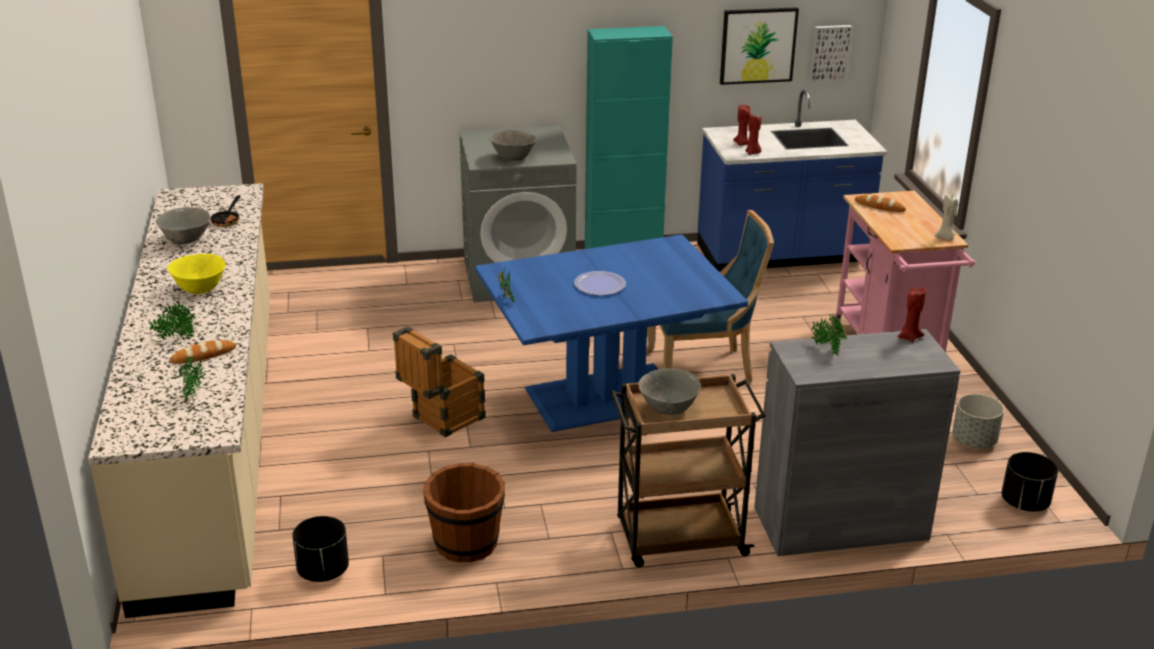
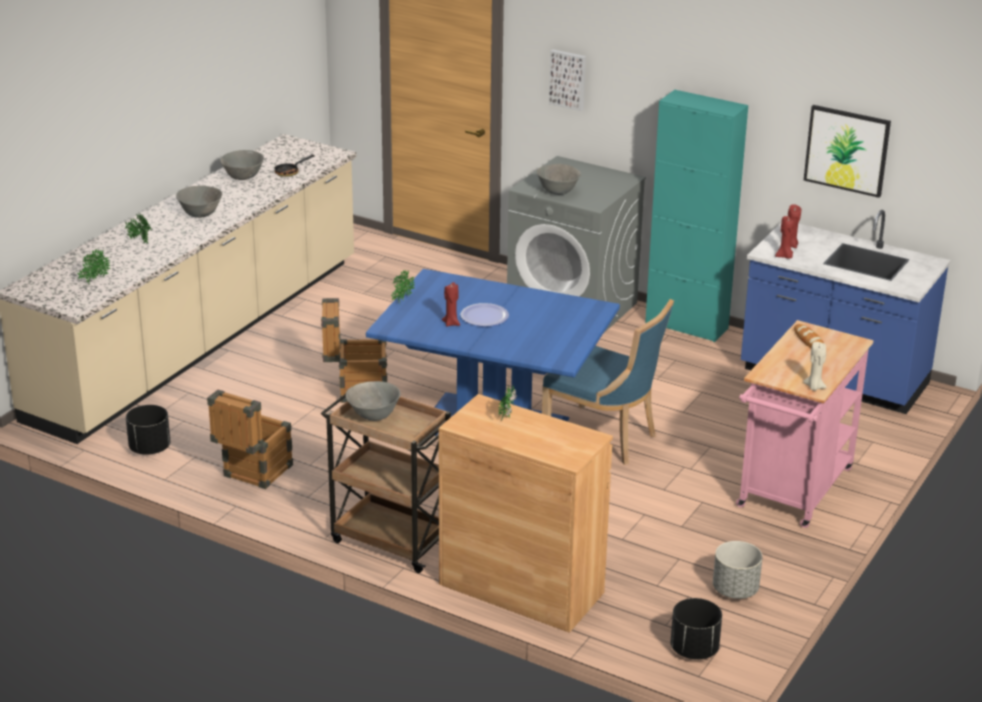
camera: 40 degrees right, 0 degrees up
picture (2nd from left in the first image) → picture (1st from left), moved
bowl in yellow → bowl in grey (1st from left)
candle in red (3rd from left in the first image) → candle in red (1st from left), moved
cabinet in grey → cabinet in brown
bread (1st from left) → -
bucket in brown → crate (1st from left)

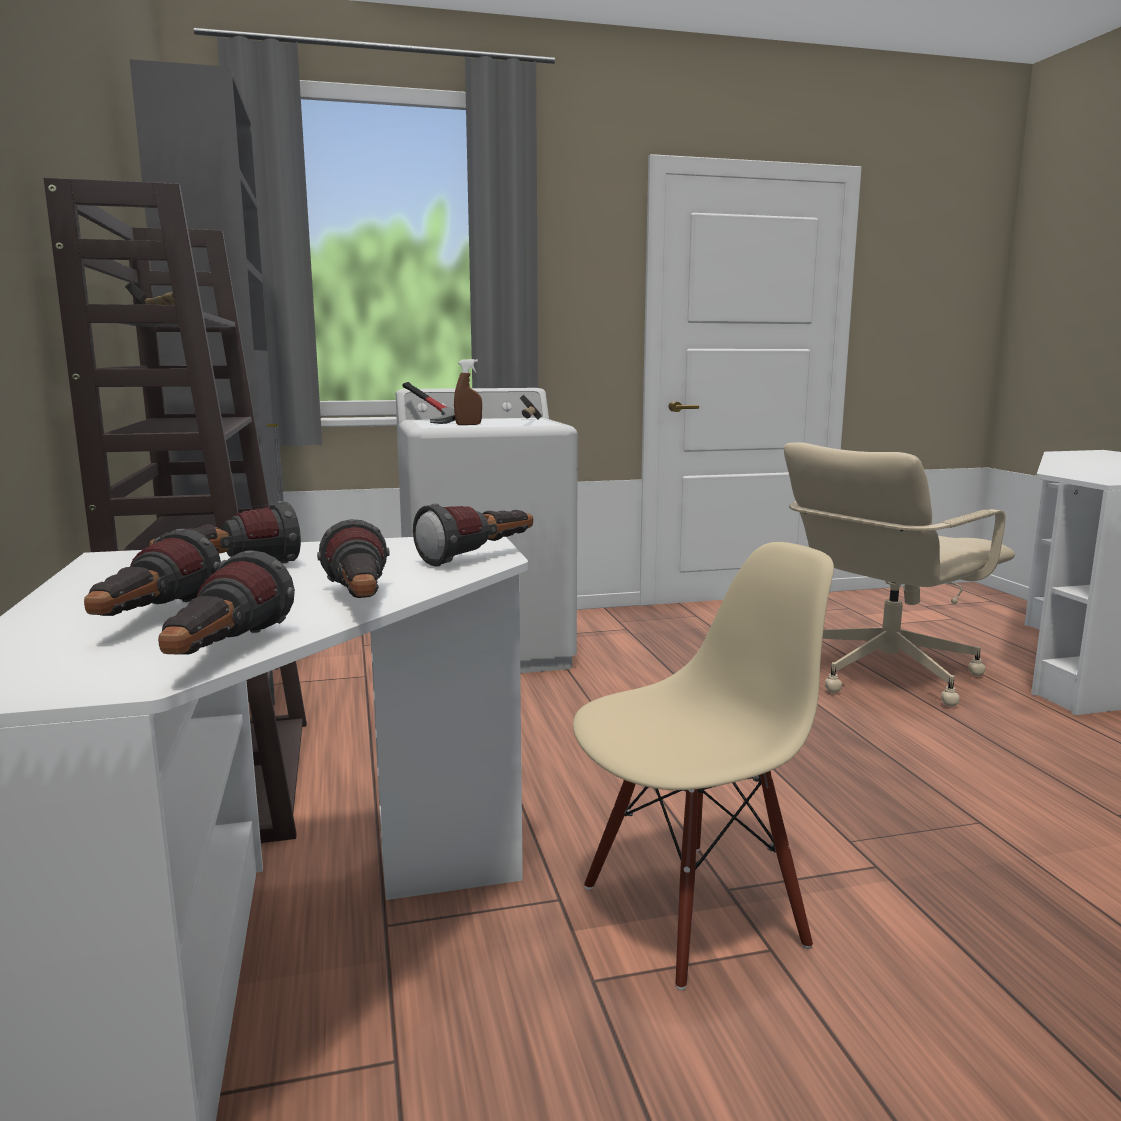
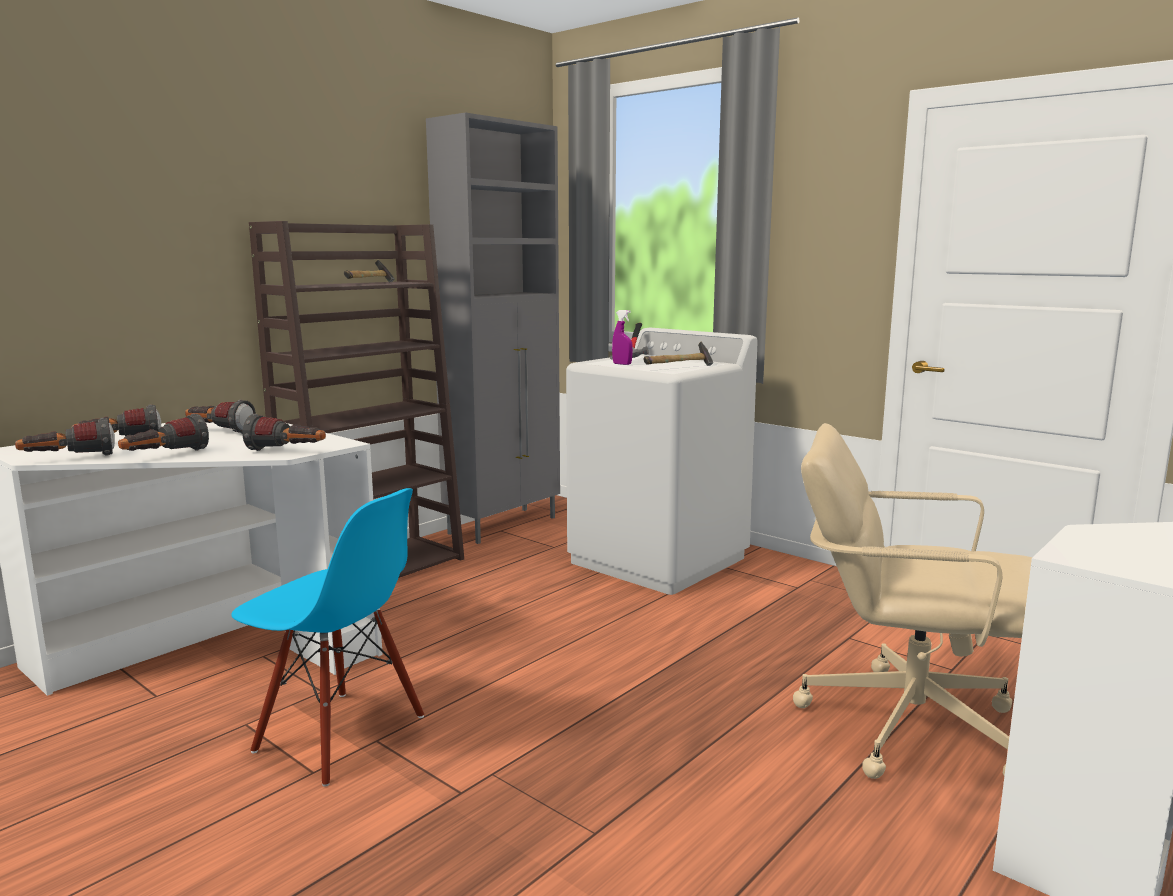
camera: 55 degrees right, 0 degrees up
spray bottle in brown → spray bottle in purple
chair in beige → chair in blue

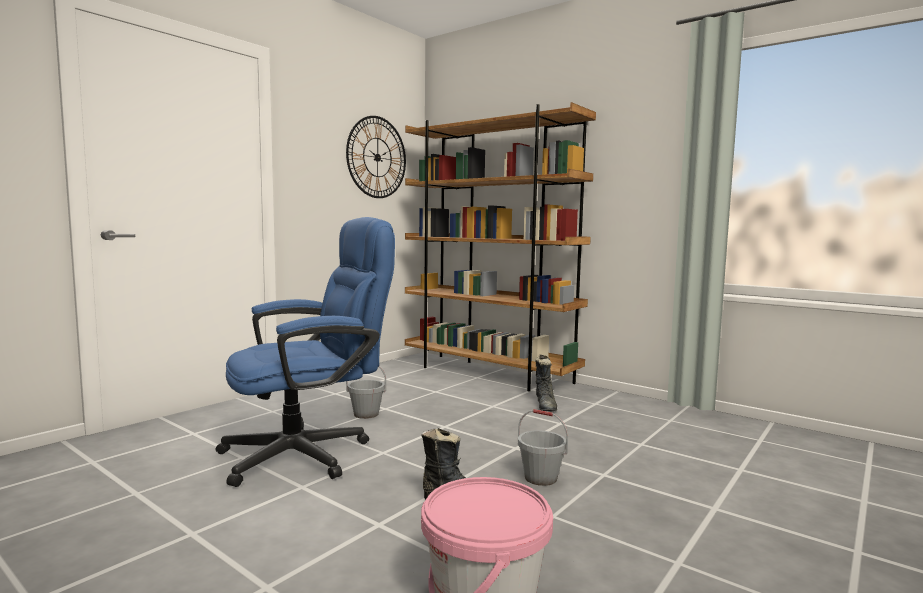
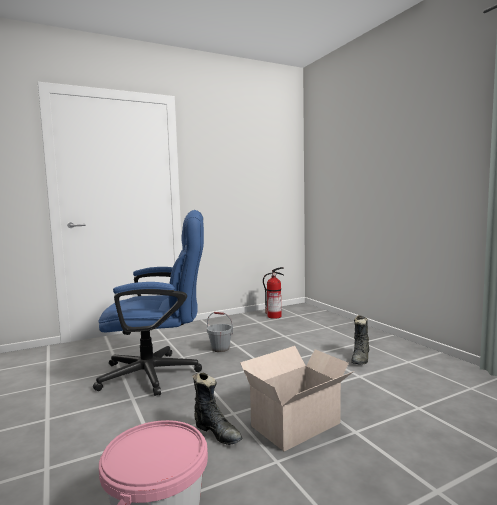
camera: 25 degrees right, 0 degrees up
bookcase in brown → -
wall clock → -
bucket in grey (2nd from left) → cardboard box
- → fire extinguisher

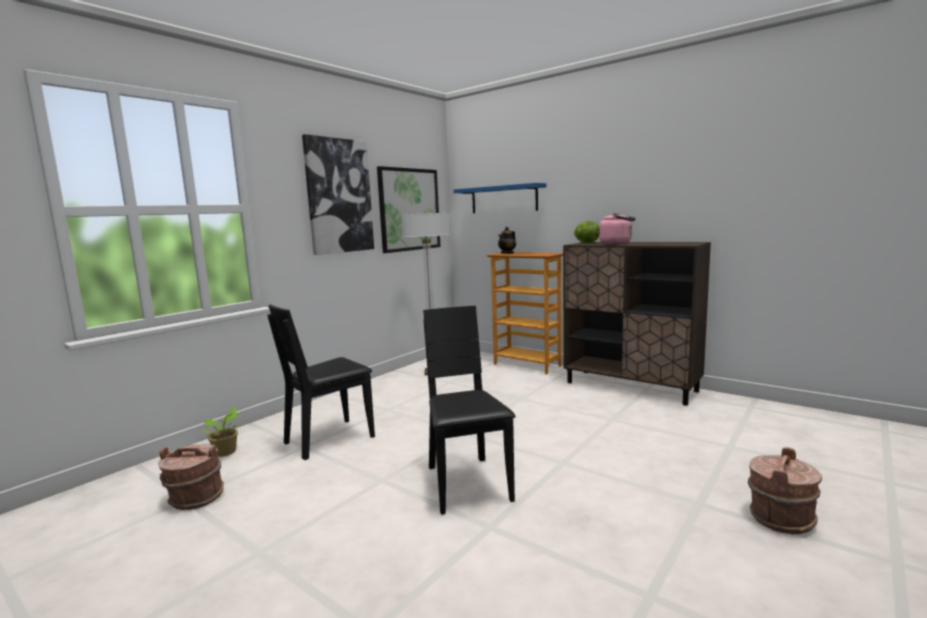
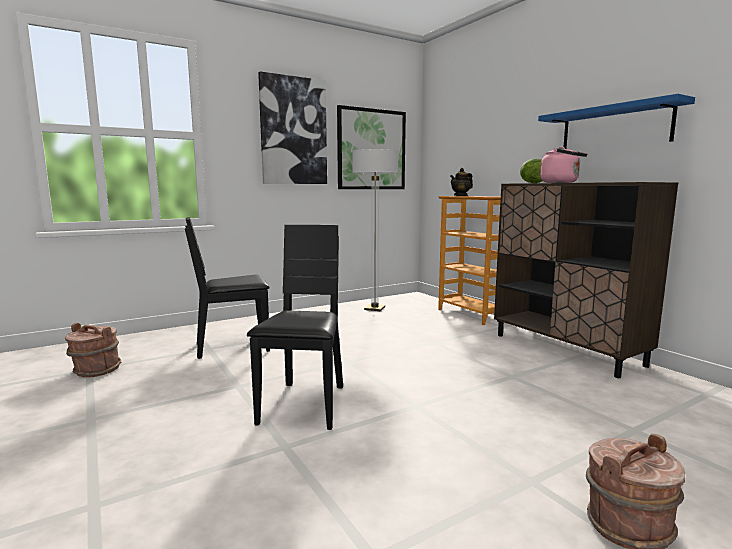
camera: 20 degrees right, 0 degrees up
shelf in blue, moved
potted plant → -

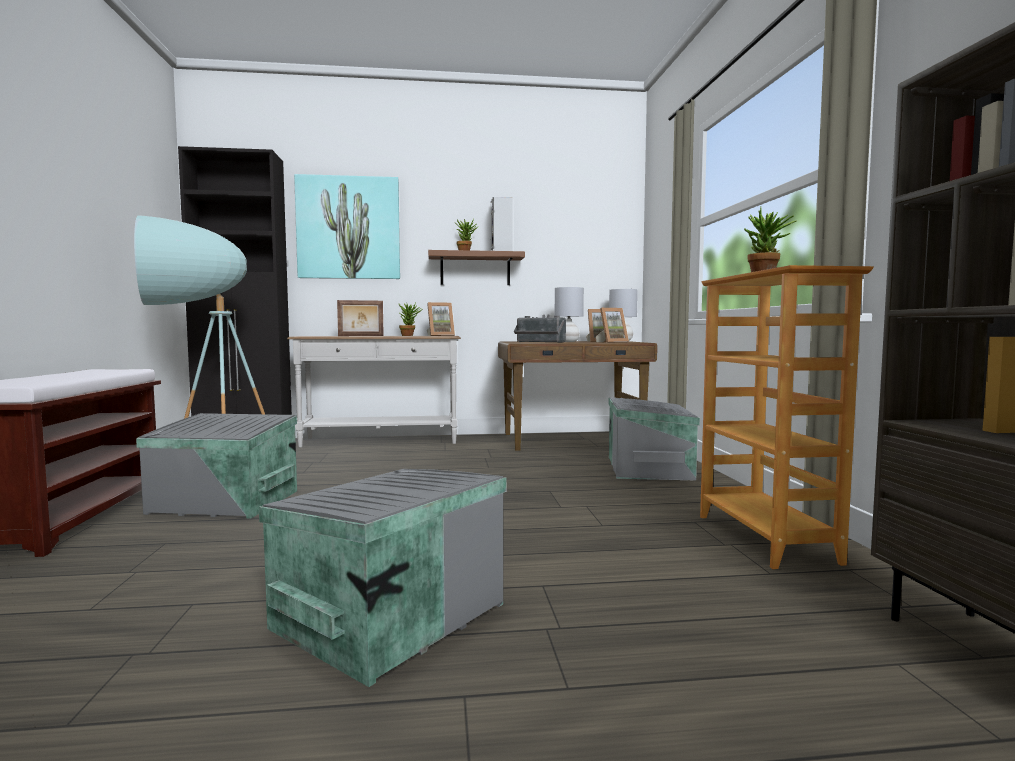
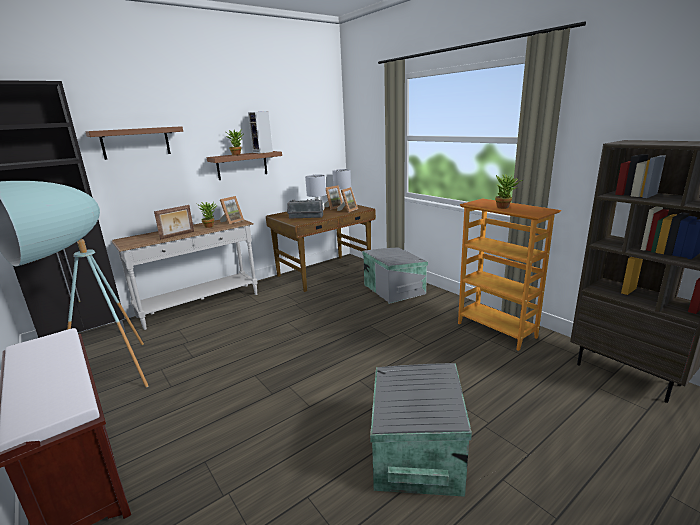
camera: 30 degrees left, 15 degrees up
picture → shelf in brown (1st from left)
storage box in grey (1st from left) → -

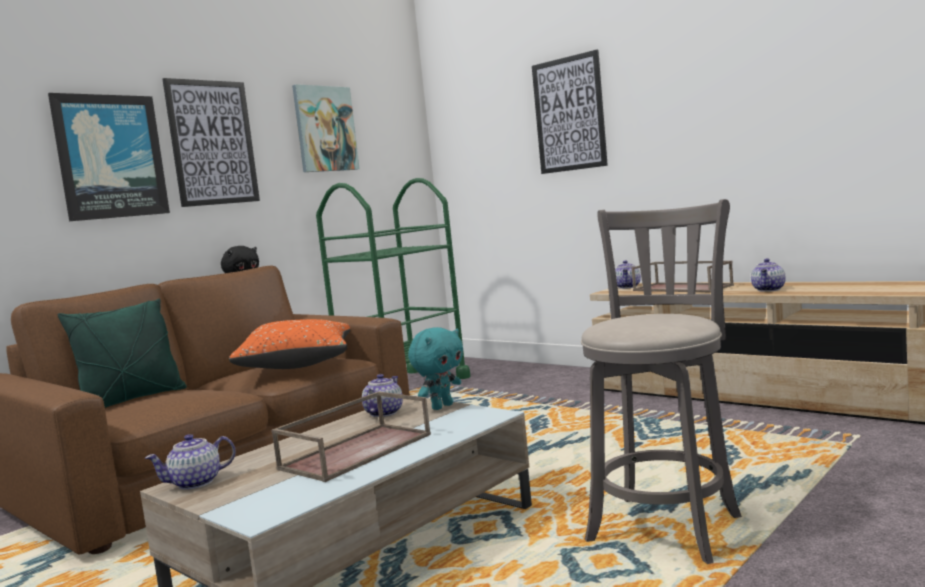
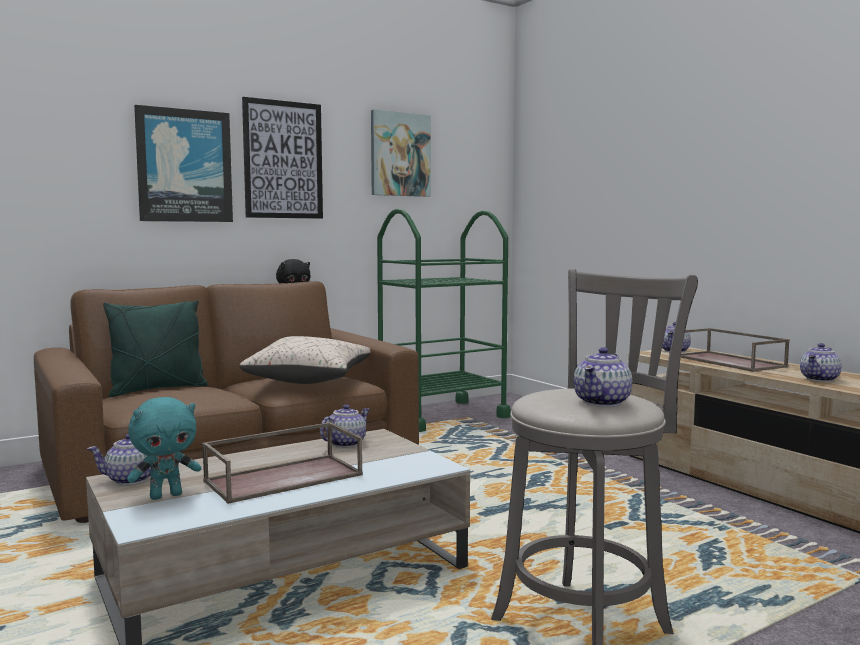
camera: 15 degrees right, 0 degrees up
picture (4th from left) → -
pillow in orange → pillow in beige
plush toy in turquoise, moved
- → teapot (3rd from left)

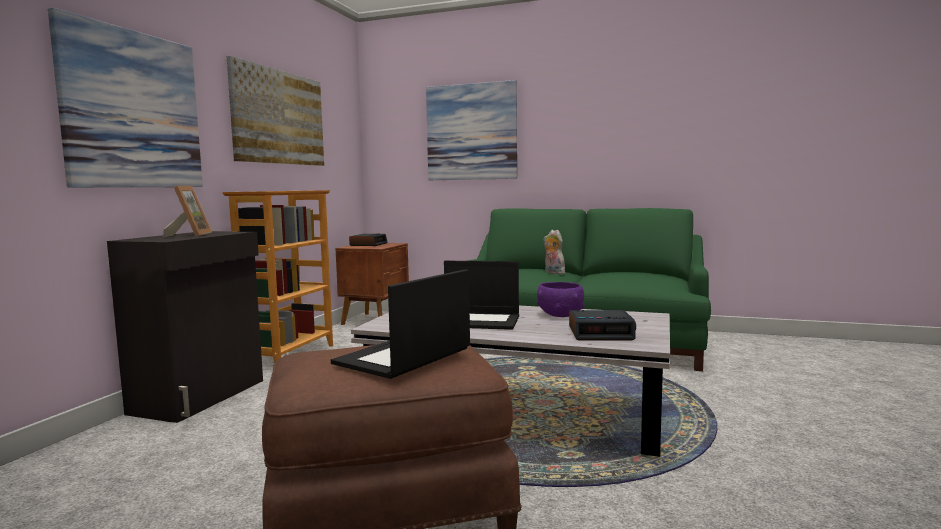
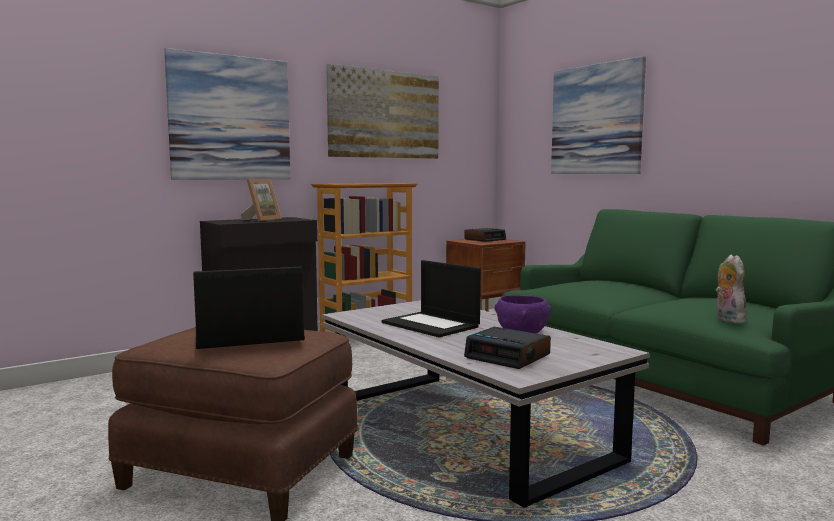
camera: 35 degrees right, 0 degrees up
plush toy, moved

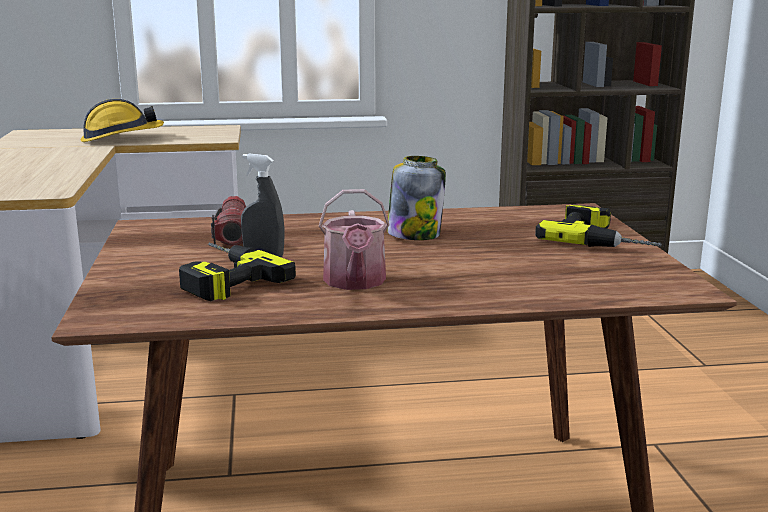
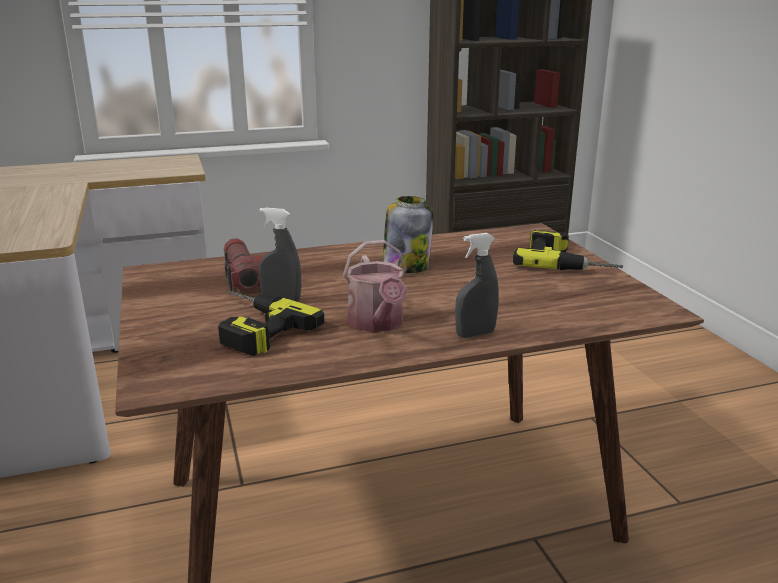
camera: 10 degrees left, 5 degrees up
hard hat → -
- → spray bottle in grey (2nd from left)

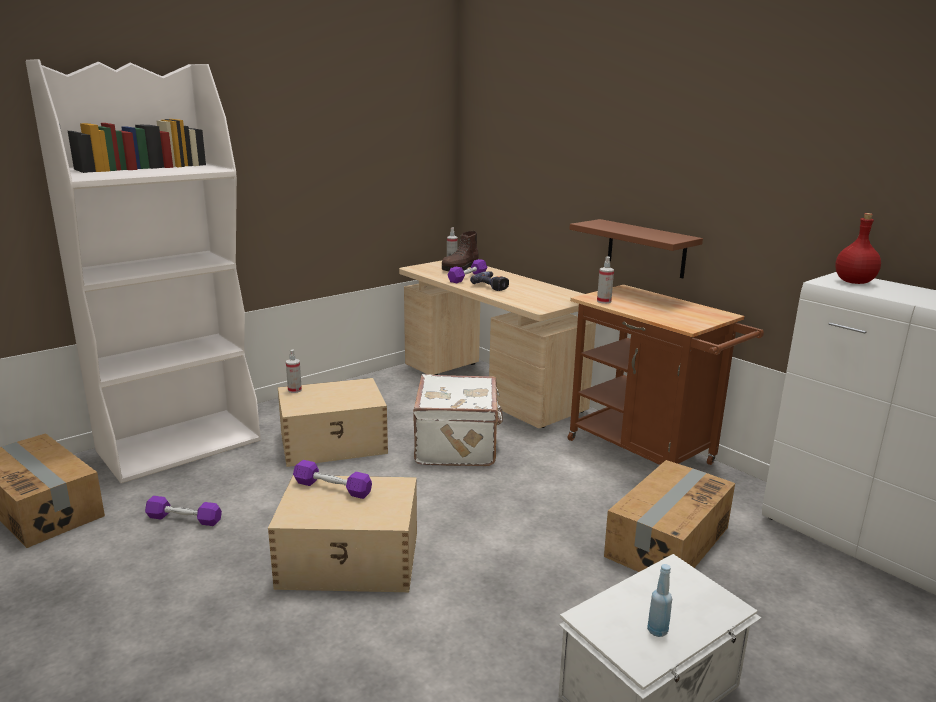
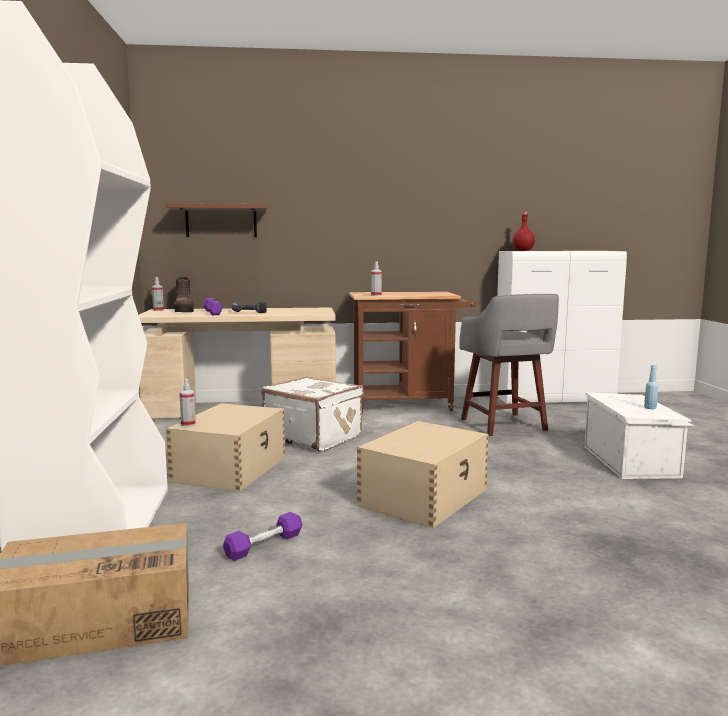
camera: 55 degrees left, 10 degrees down
shelf in brown, moved
dumbbell in purple (2nd from left) → -
cardboard box (2nd from left) → stool in grey

